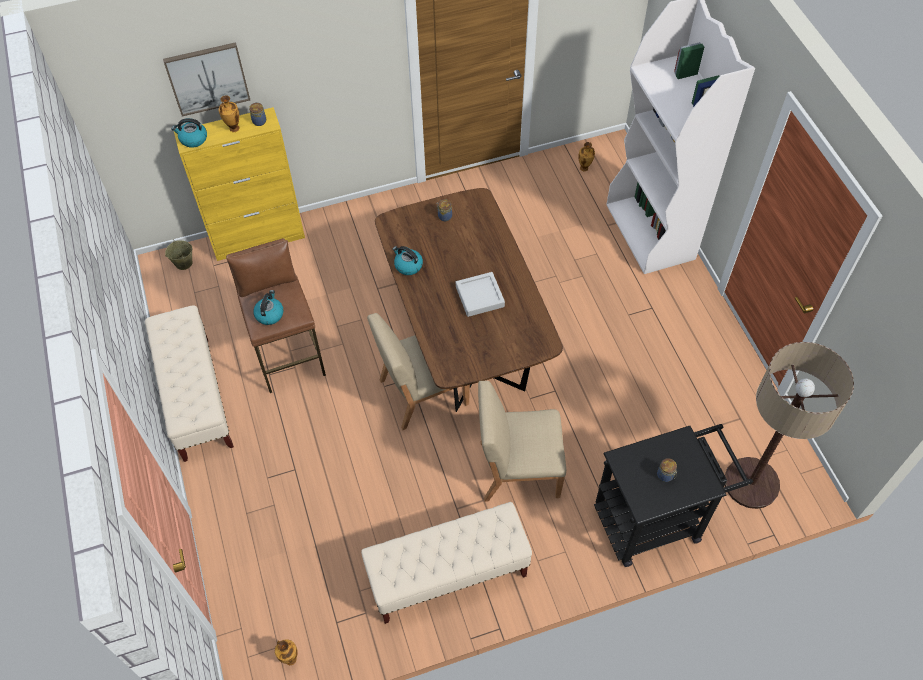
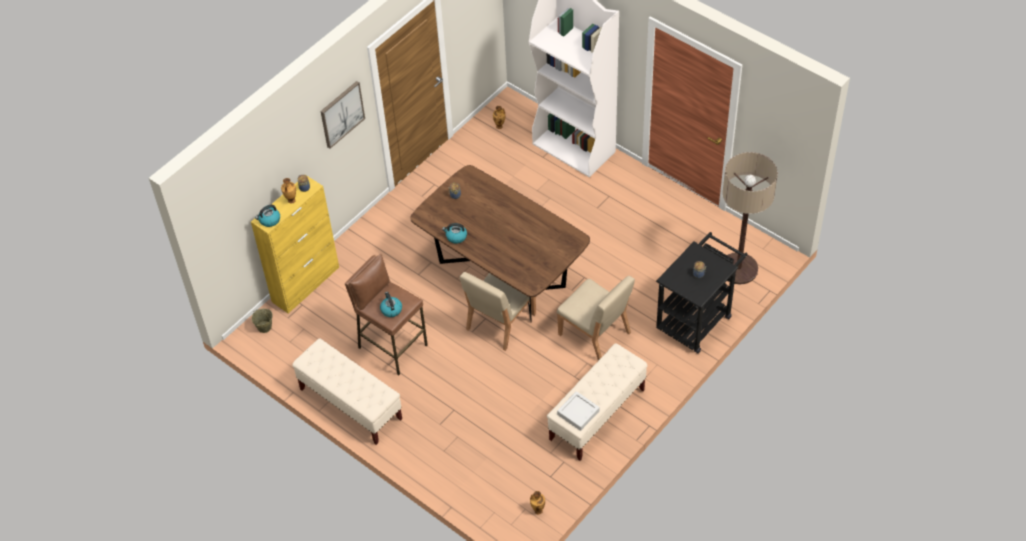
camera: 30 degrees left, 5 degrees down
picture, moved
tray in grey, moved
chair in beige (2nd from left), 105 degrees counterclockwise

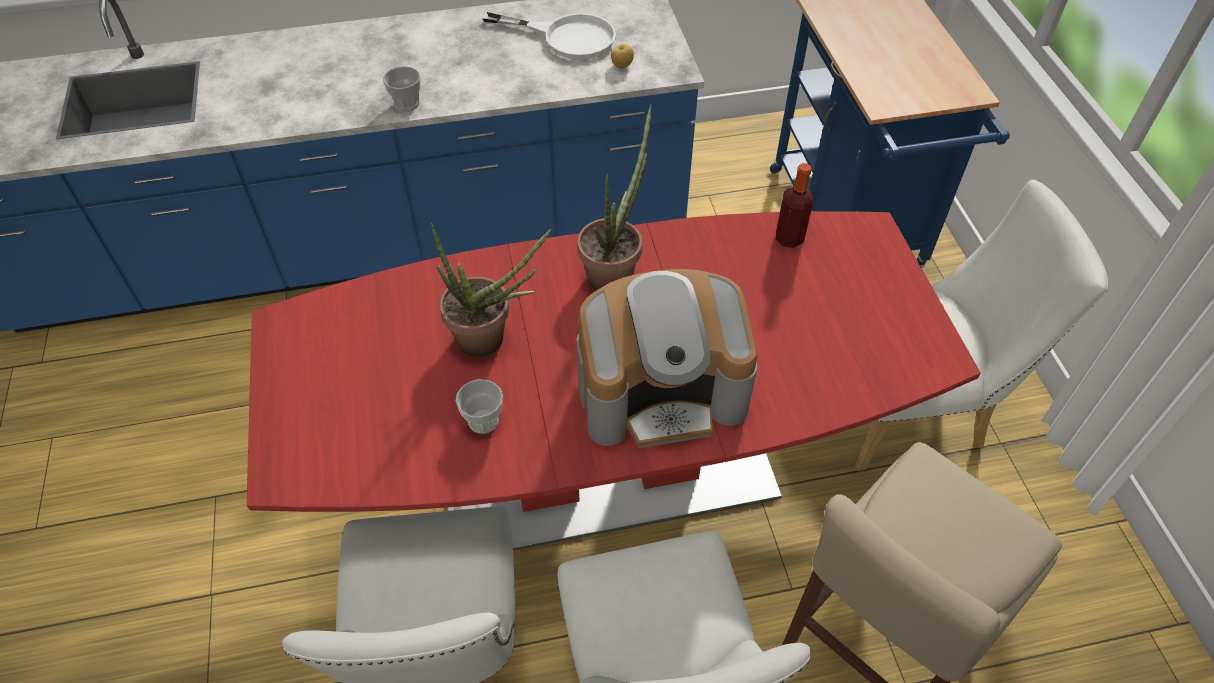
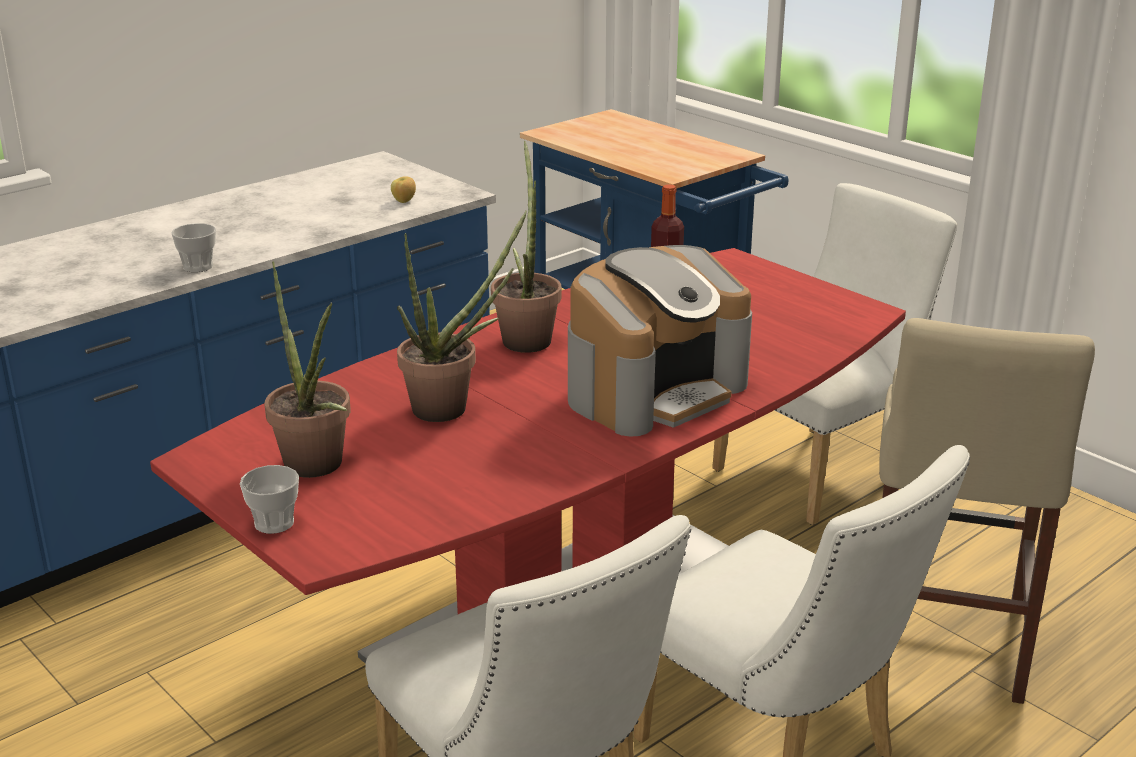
camera: 30 degrees left, 25 degrees down
frying pan in white → -
cup (2nd from left), moved
- → potted plant (1st from left)

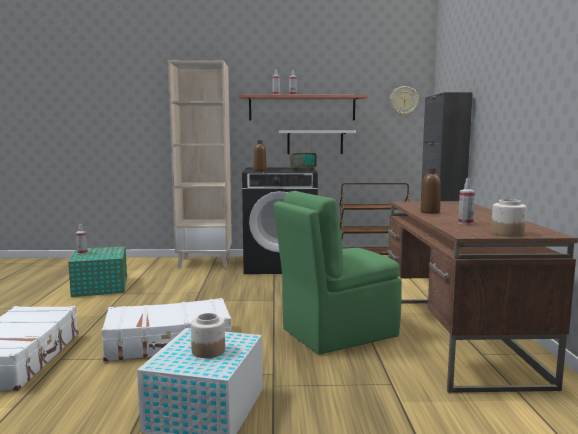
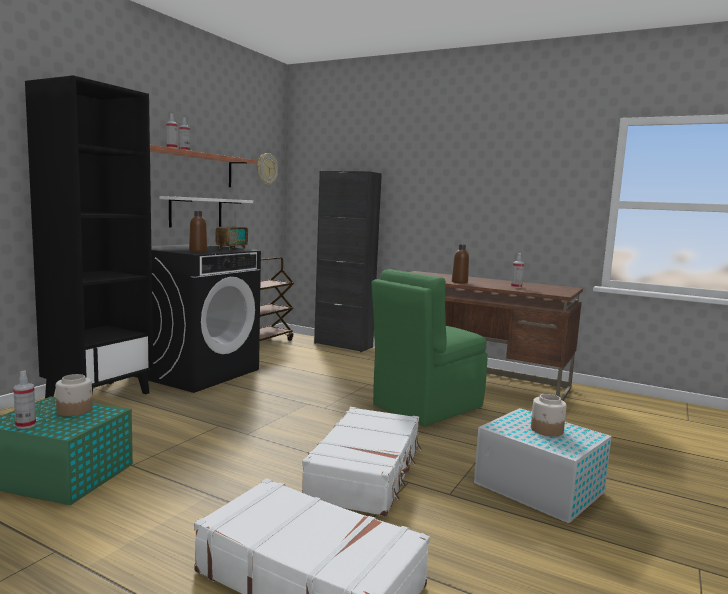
camera: 60 degrees left, 0 degrees up
bookcase in beige → bookcase in black
chair in green, 45 degrees clockwise
jar (2nd from left in the first image) → jar (1st from left), moved

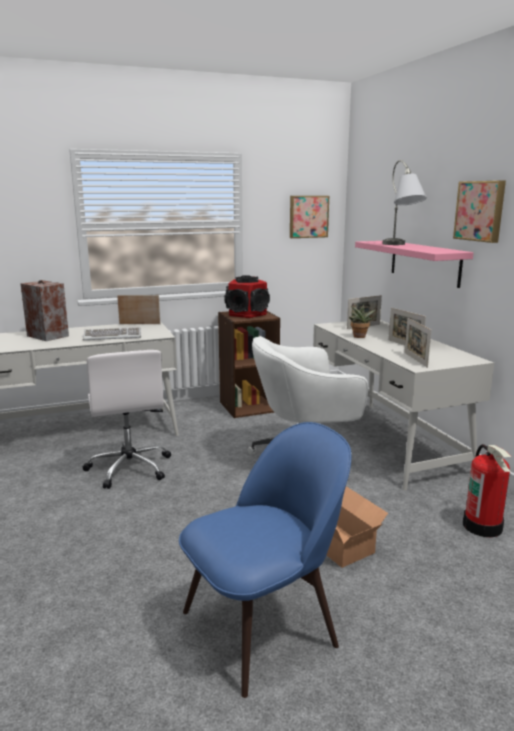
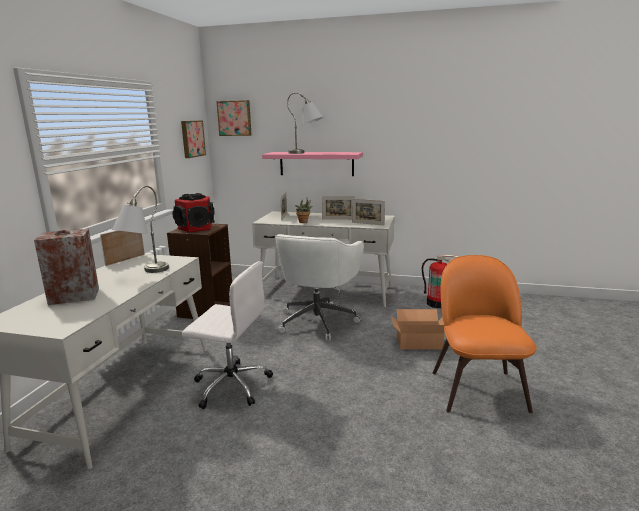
camera: 55 degrees left, 0 degrees up
picture (2nd from left), moved
keyboard → table lamp in grey (1st from left)
chair in blue → chair in orange

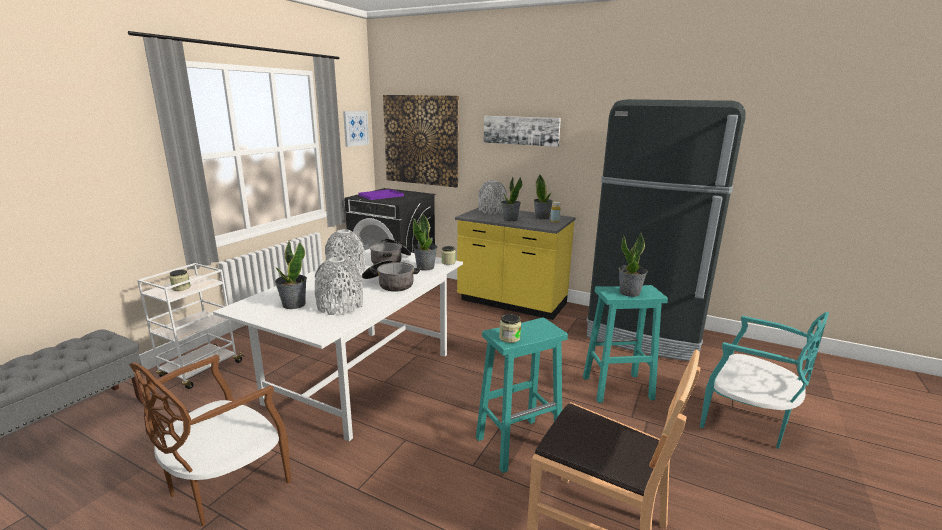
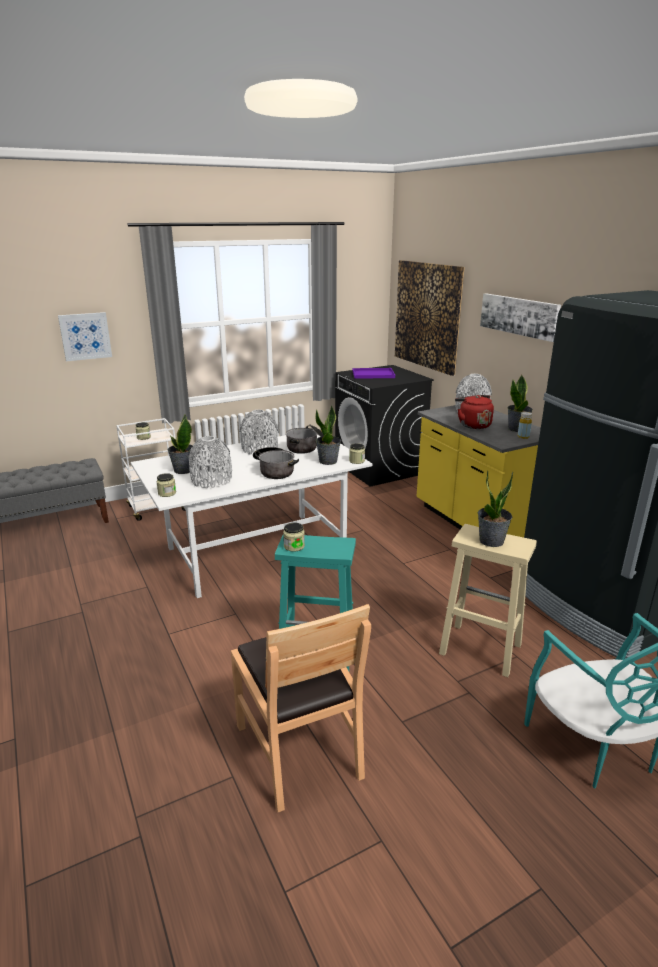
camera: 35 degrees right, 5 degrees up
picture (1st from left), moved
potted plant (3rd from left) → kettle in red
stool in turquoise (2nd from left) → stool in beige
chair in brown (1st from left) → -
- → jar (2nd from left)

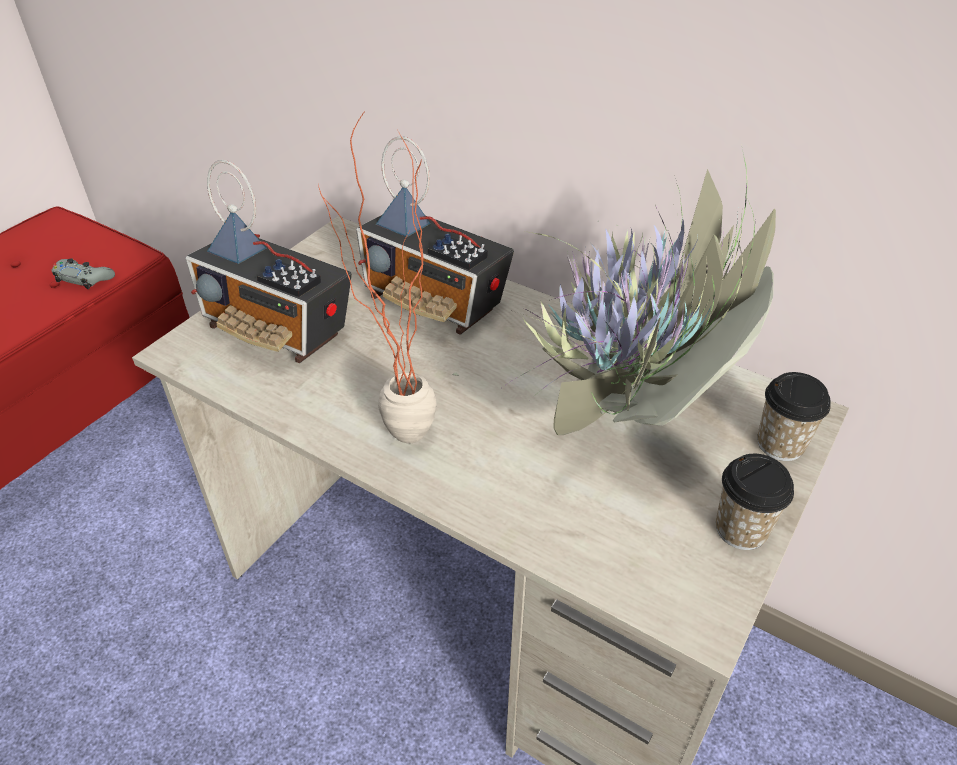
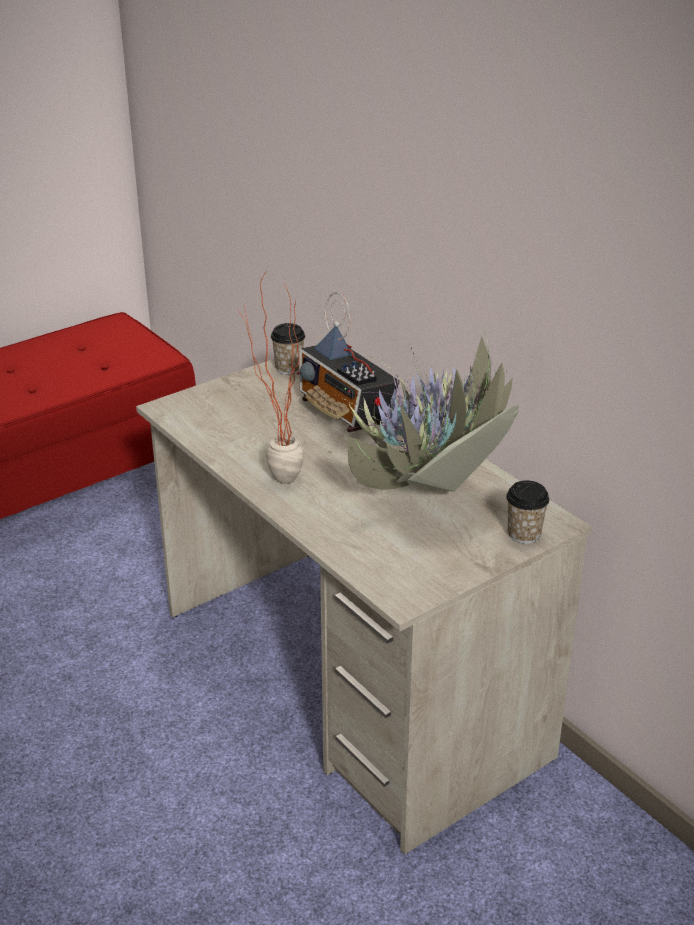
camera: 20 degrees right, 10 degrees down
radio (1st from left) → -
game controller in grey → -
cup (1st from left), moved

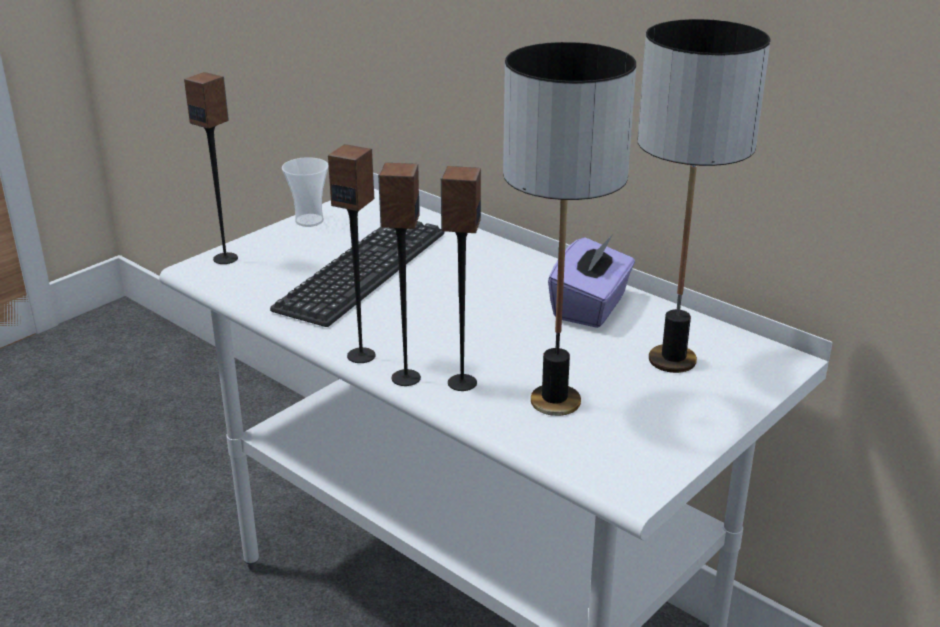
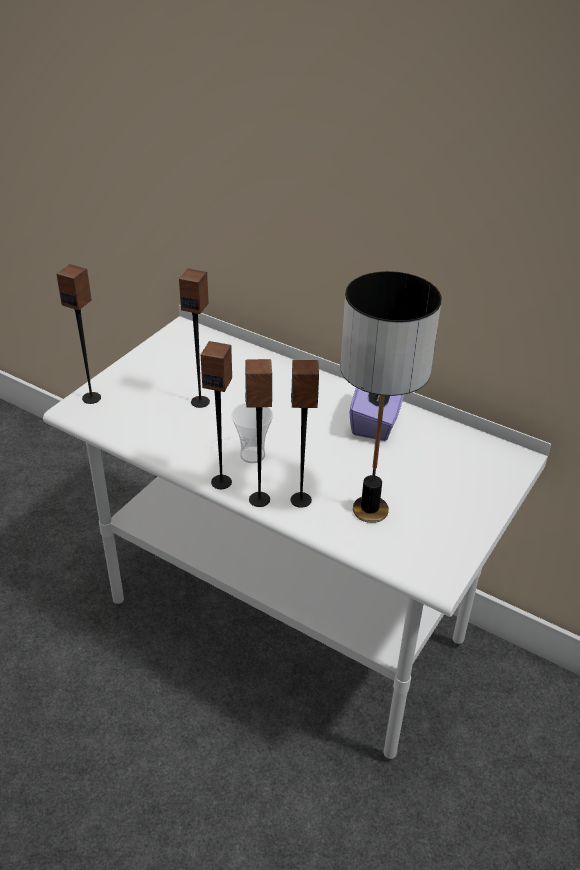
camera: 10 degrees left, 10 degrees up
table lamp (2nd from left) → -
cup, moved
keyboard → speaker (2nd from left)

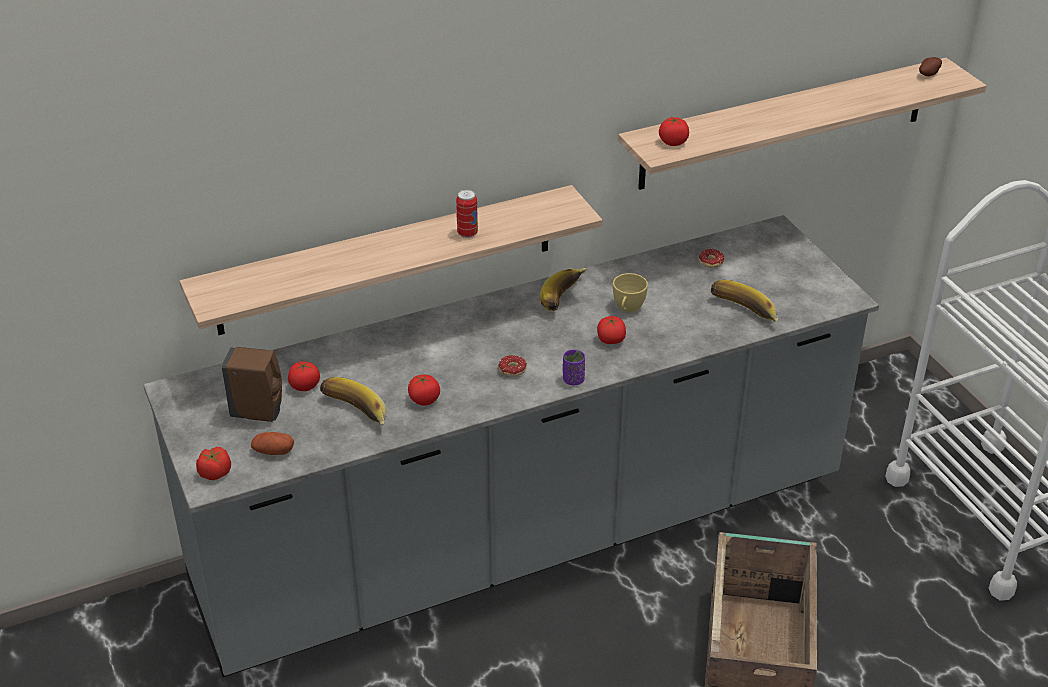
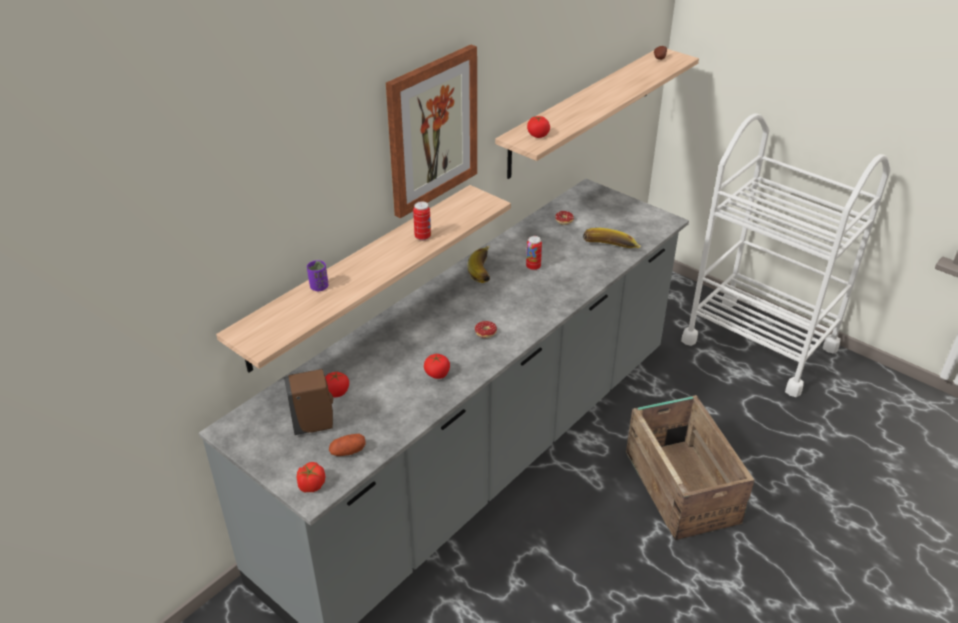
camera: 25 degrees left, 0 degrees up
cup in yellow → can (2nd from left)
tomato (4th from left) → -
cup in purple, moved
banana (1st from left) → -
- → picture

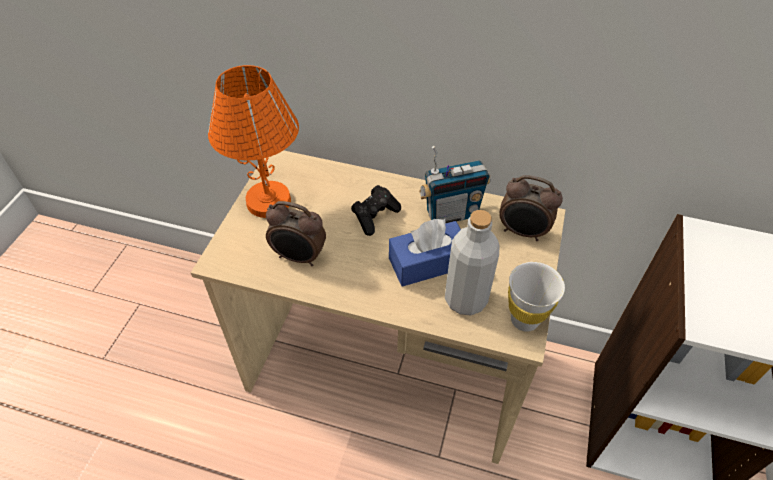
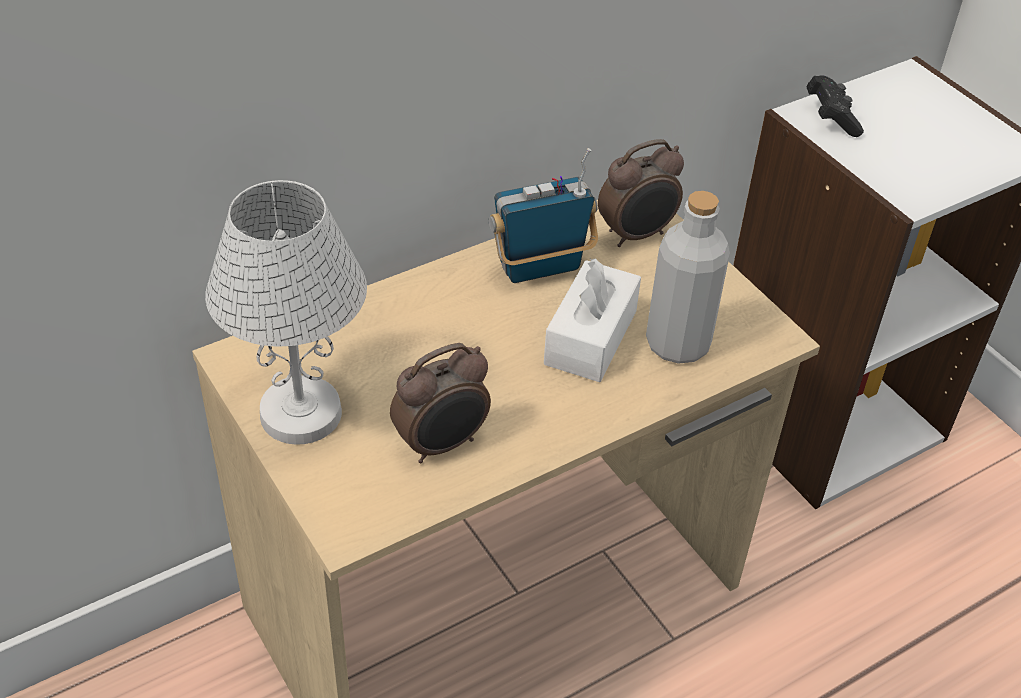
camera: 50 degrees left, 5 degrees down
table lamp in orange → table lamp in white
radio, 135 degrees counterclockwise
game controller in black, moved
tissue box in blue → tissue box in white
cup in white → -

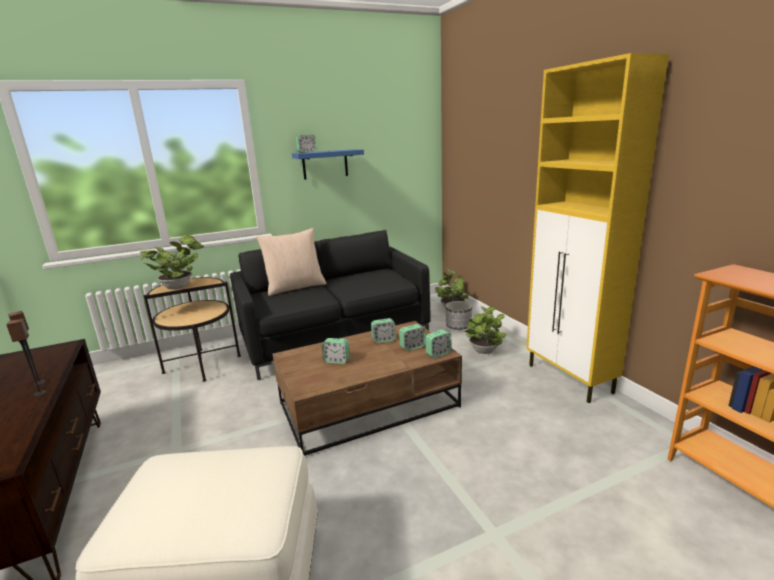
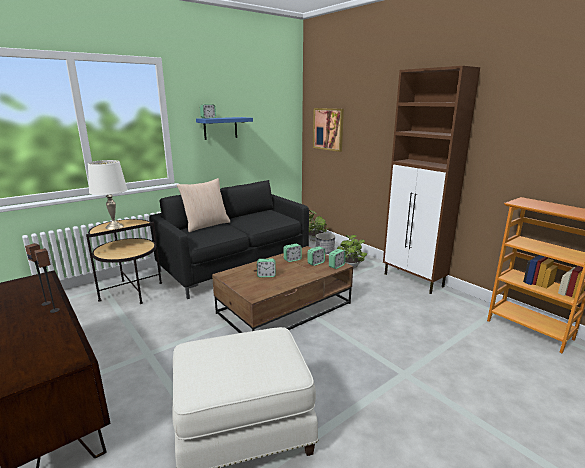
camera: 15 degrees left, 0 degrees up
cabinet in yellow → cabinet in brown
potted plant (1st from left) → table lamp in white
- → picture

